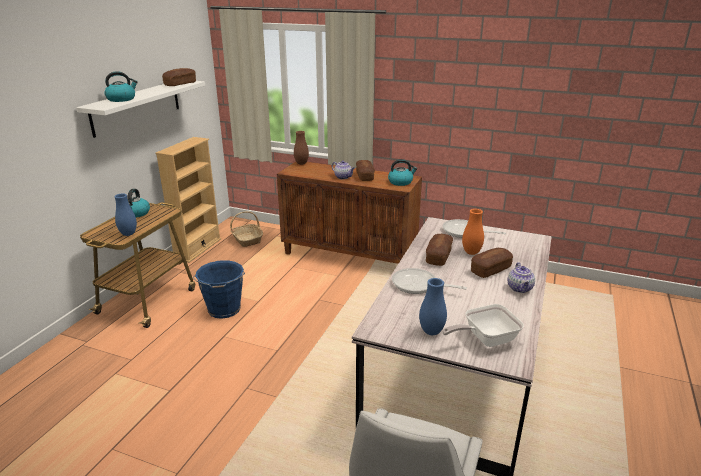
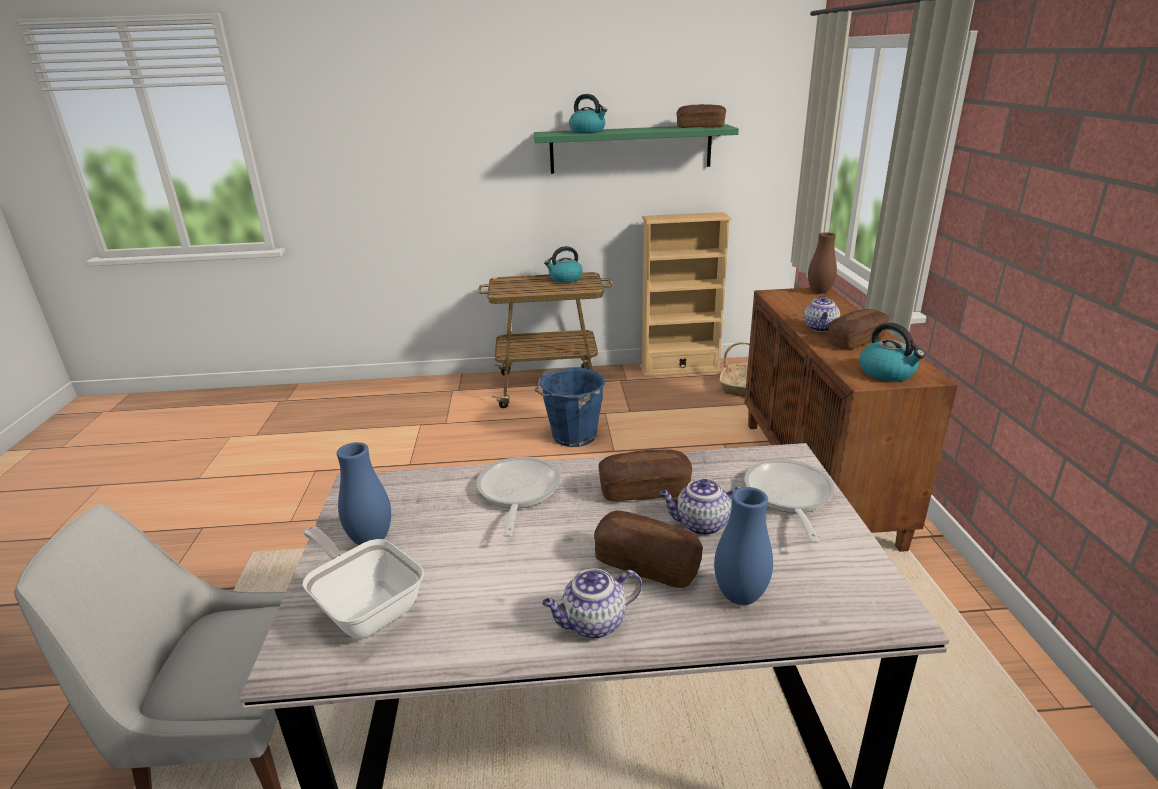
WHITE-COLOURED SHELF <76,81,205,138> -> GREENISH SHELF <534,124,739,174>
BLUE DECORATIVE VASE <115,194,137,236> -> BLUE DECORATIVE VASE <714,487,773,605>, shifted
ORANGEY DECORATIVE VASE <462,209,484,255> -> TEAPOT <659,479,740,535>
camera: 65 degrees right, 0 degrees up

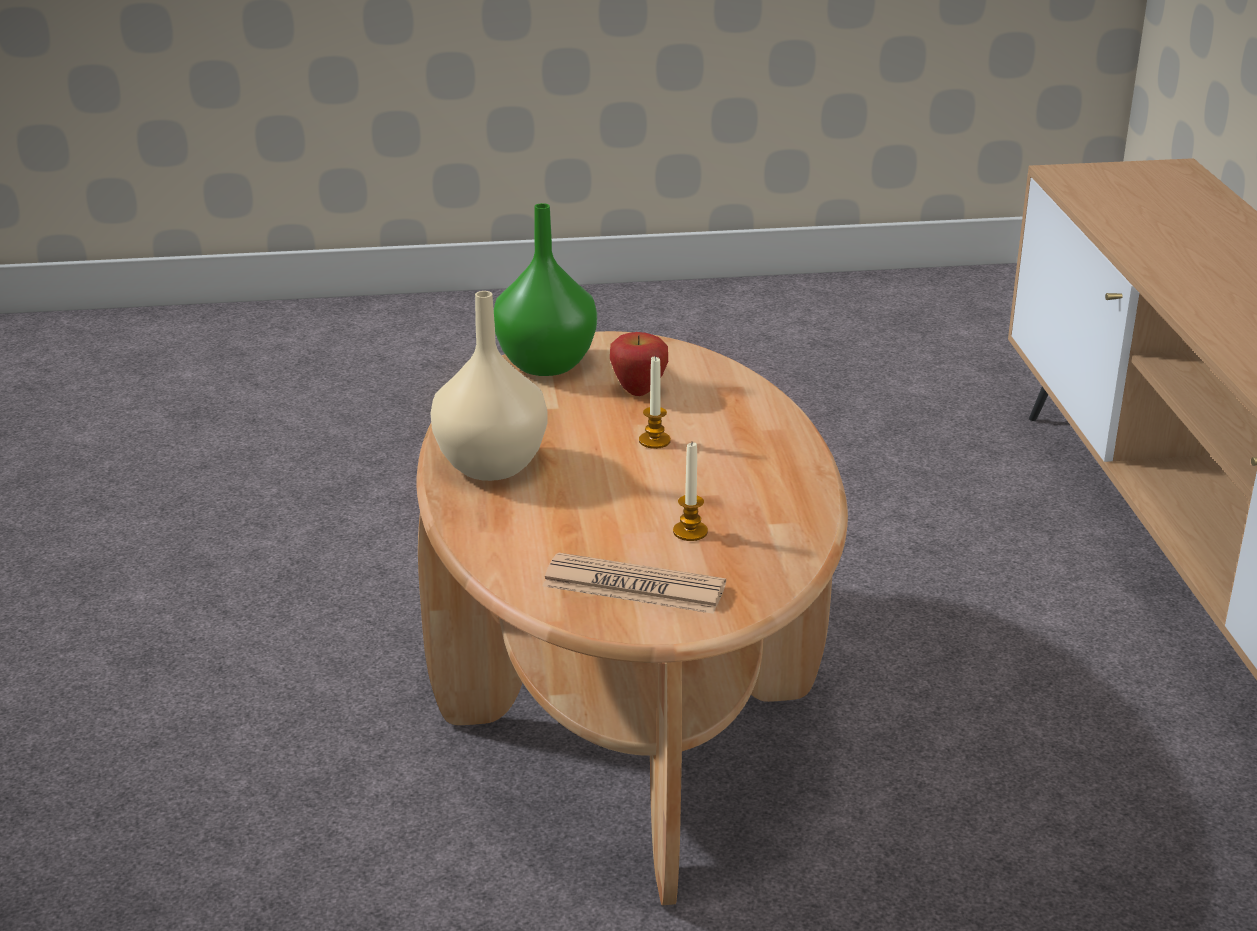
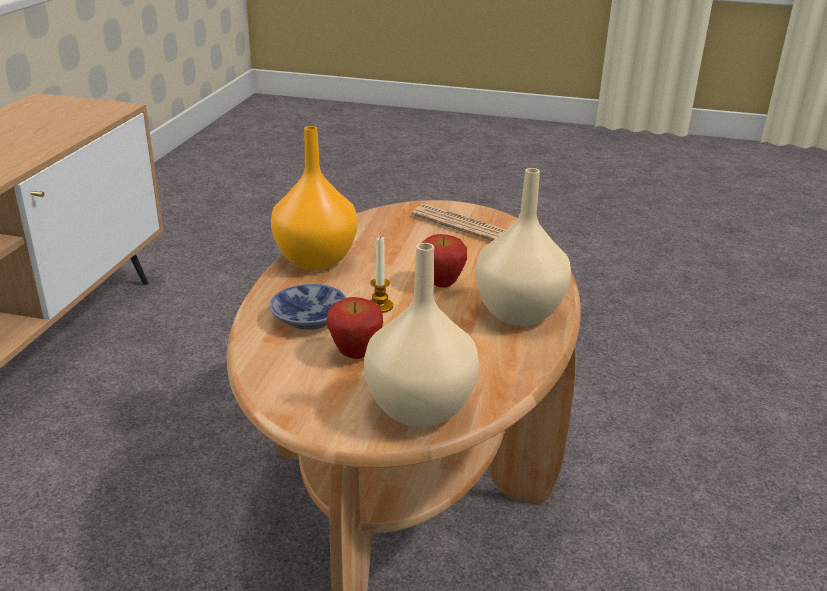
GREENISH DECORATIVE VASE <494,203,597,376> -> BEIGE DECORATIVE VASE <364,243,479,428>
CANDLE <673,443,708,541> -> none
none -> ORANGEY DECORATIVE VASE <271,126,358,270>
none -> WHOLE APPLE <422,234,467,288>
none -> DEEP DISH <269,284,346,330>
camera: 160 degrees left, 0 degrees up

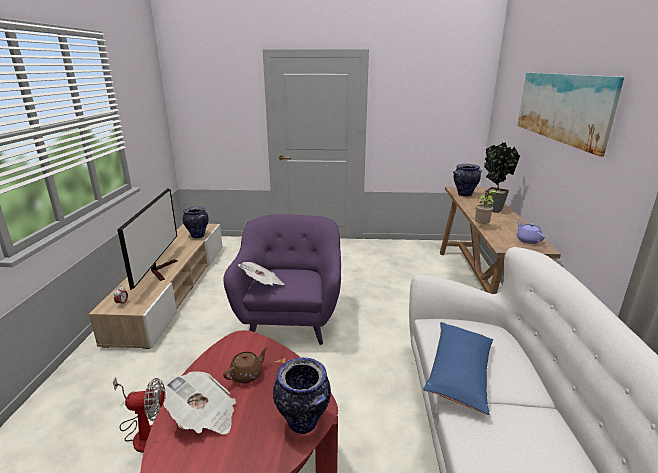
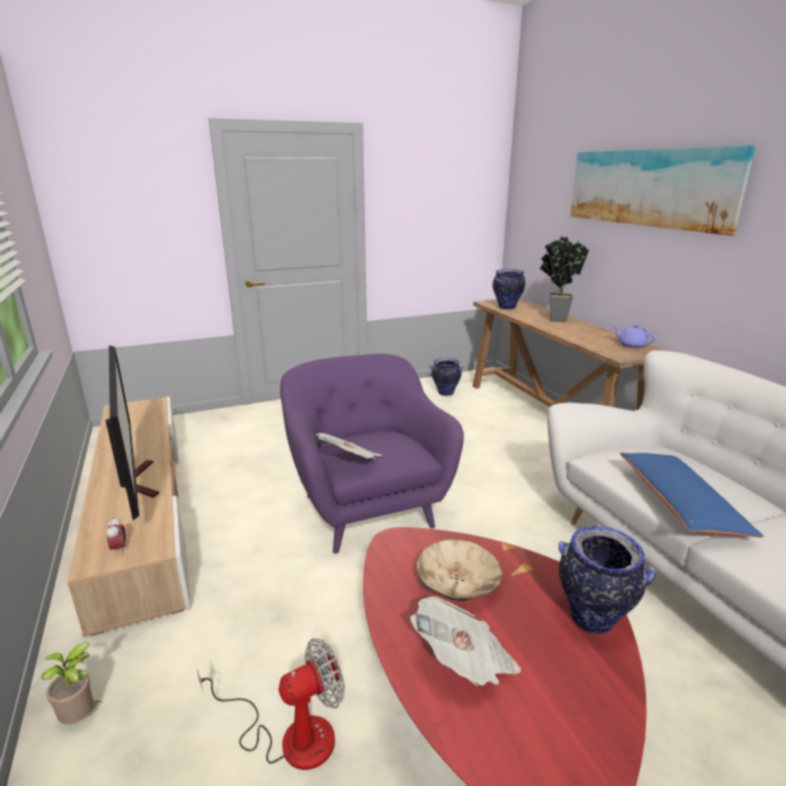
HOUSEPLANT <475,190,497,225> -> HOUSEPLANT <41,643,101,724>, shifted
DECORATIVE VASE <183,206,209,238> -> DECORATIVE VASE <430,357,463,396>, shifted
BROWN TEAPOT <223,347,268,383> -> BEIGE DEEP DISH <417,539,502,601>
camera: 25 degrees left, 0 degrees up

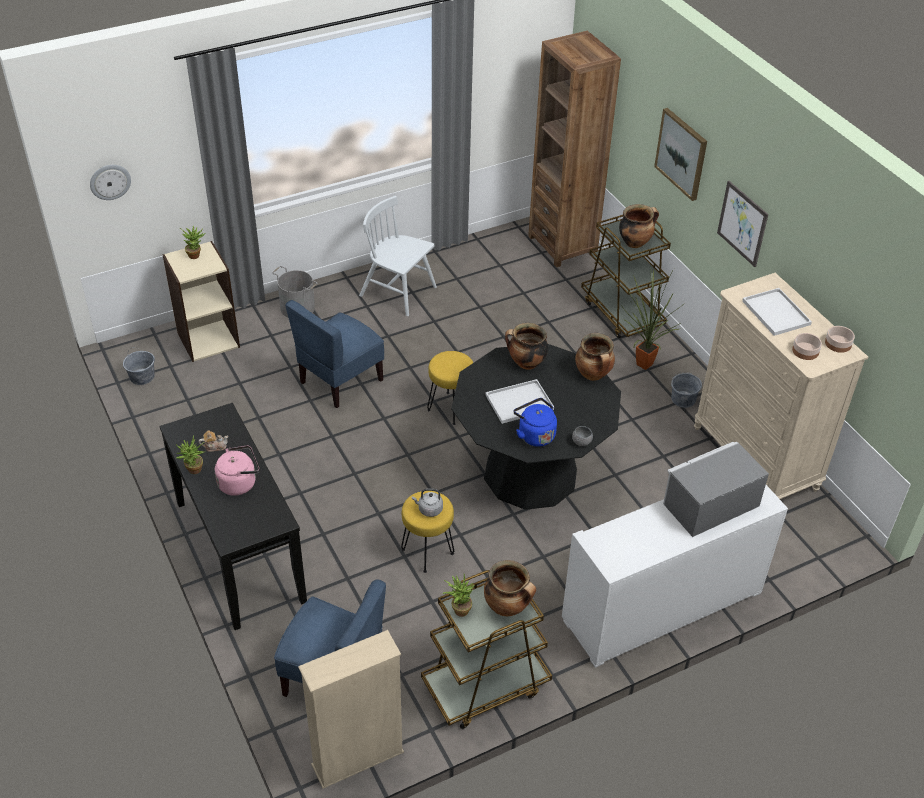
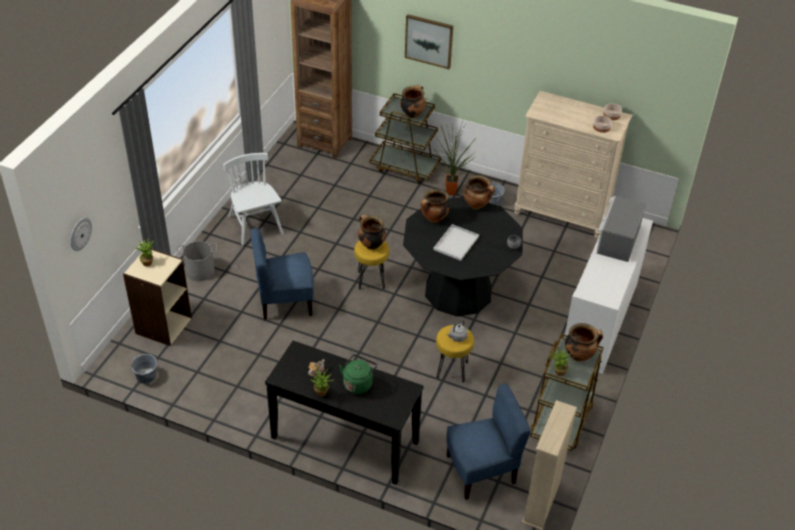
WALL ART <717,181,768,267> -> none
WHITE-COLOURED UPRIGHT CHAIR <359,196,437,316> -> WHITE-COLOURED UPRIGHT CHAIR <223,153,284,245>, 75 degrees clockwise
WHITE-COLOURED CARRYING TRAY <742,288,812,336> -> none
BLUE UPRIGHT CHAIR <285,300,384,408> -> BLUE UPRIGHT CHAIR <250,228,314,320>, 75 degrees clockwise
BLUE KETTLE <513,398,557,447> -> none
PINKISH KETTLE <215,446,259,496> -> GREENISH KETTLE <339,354,377,394>
none -> STOCKPOT <358,215,386,250>
camera: 40 degrees left, 0 degrees up

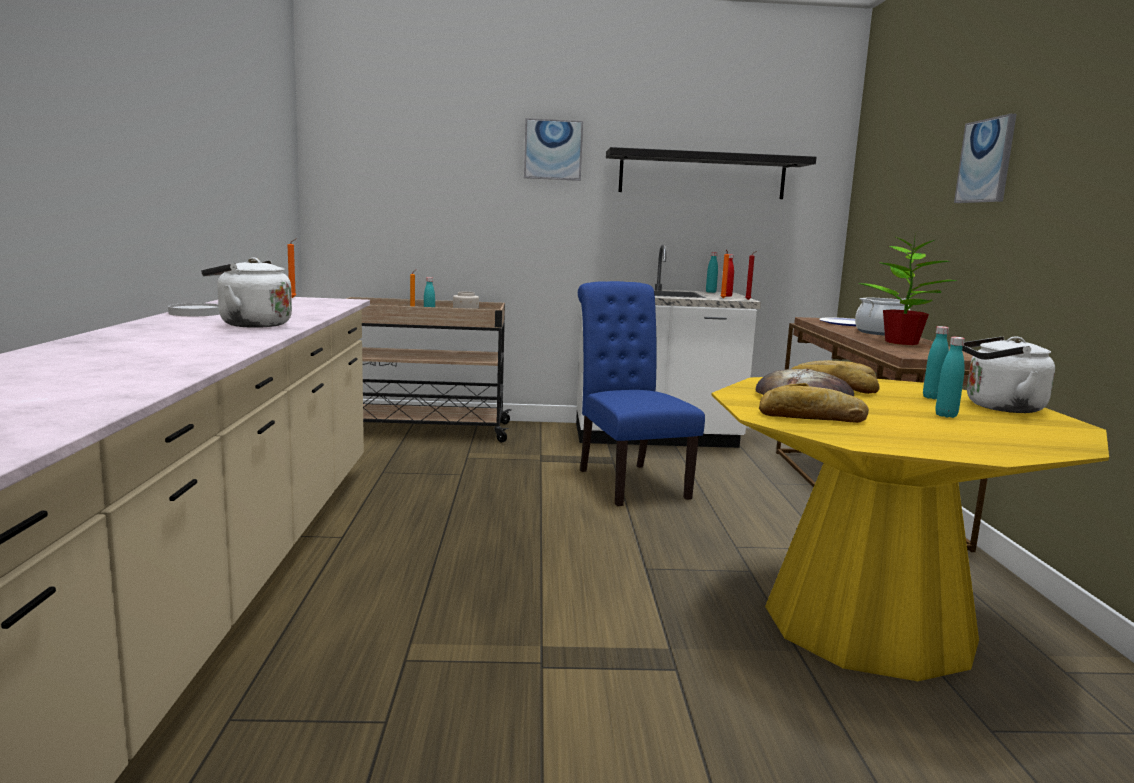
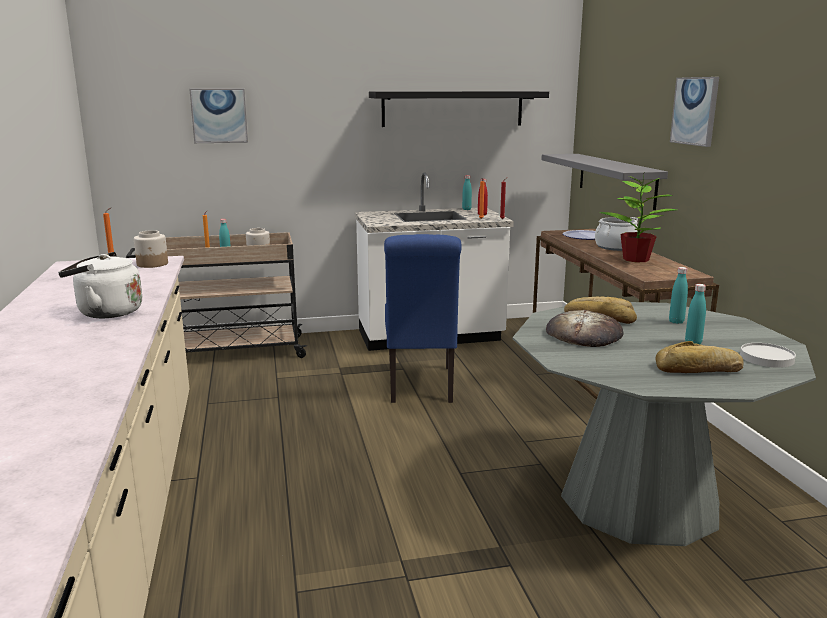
WALL ART <524,118,583,181> -> WALL ART <189,89,248,143>, shifted
BLUE UPRIGHT CHAIR <578,281,705,506> -> BLUE UPRIGHT CHAIR <384,234,462,403>, 150 degrees counterclockwise
WHITE-COLOURED FLAT DISH <168,303,220,316> -> WHITE-COLOURED FLAT DISH <740,343,796,368>, shifted
WHITE-COLOURED KETTLE <962,336,1055,413> -> none
YELLOW-COLOURED DINNER TABLE <712,377,1109,681> -> GRAY DINNER TABLE <513,302,816,546>
BREAD <759,383,869,423> -> BREAD <655,341,743,373>, shifted
none -> GRAY SHELF <541,154,668,210>
none -> PRESERVE JAR <134,230,168,268>
camera: 10 degrees left, 5 degrees up

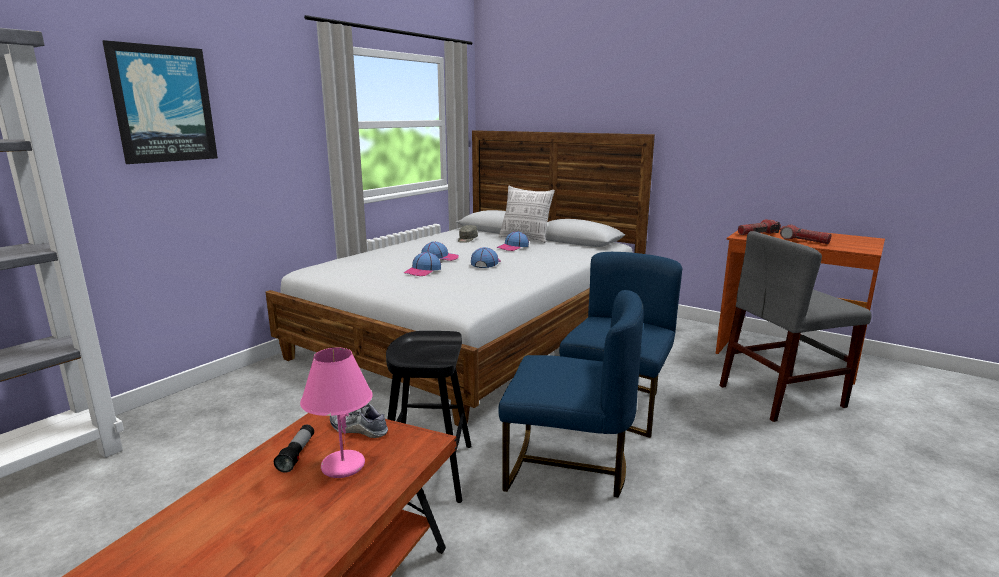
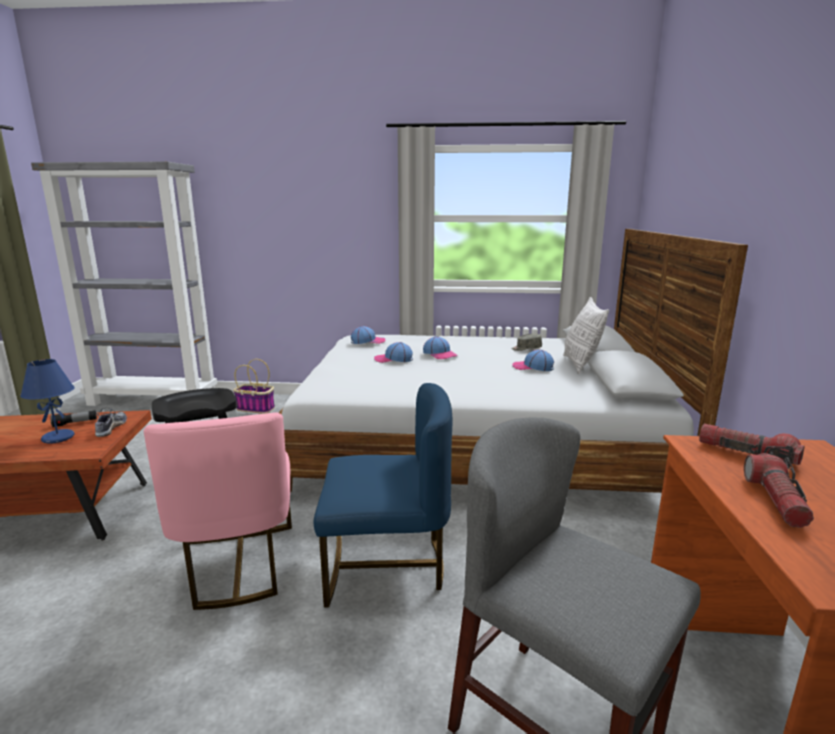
WALL ART <103,40,218,164> -> none
BASEBALL CAP <471,247,501,268> -> BASEBALL CAP <351,326,386,344>, shifted
BLUE UPRIGHT CHAIR <498,290,644,497> -> PINKISH UPRIGHT CHAIR <144,412,292,610>
PINKISH TABLE LAMP <300,348,373,478> -> BLUE TABLE LAMP <20,359,75,444>
none -> HOUSEHOLD BASKET <233,359,275,414>
camera: 60 degrees right, 0 degrees up

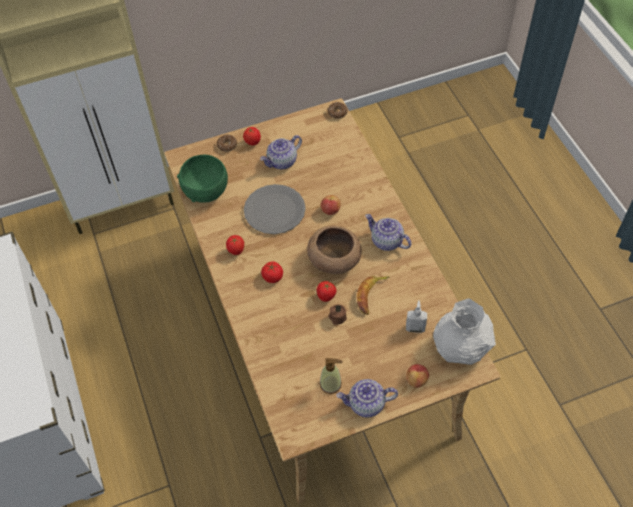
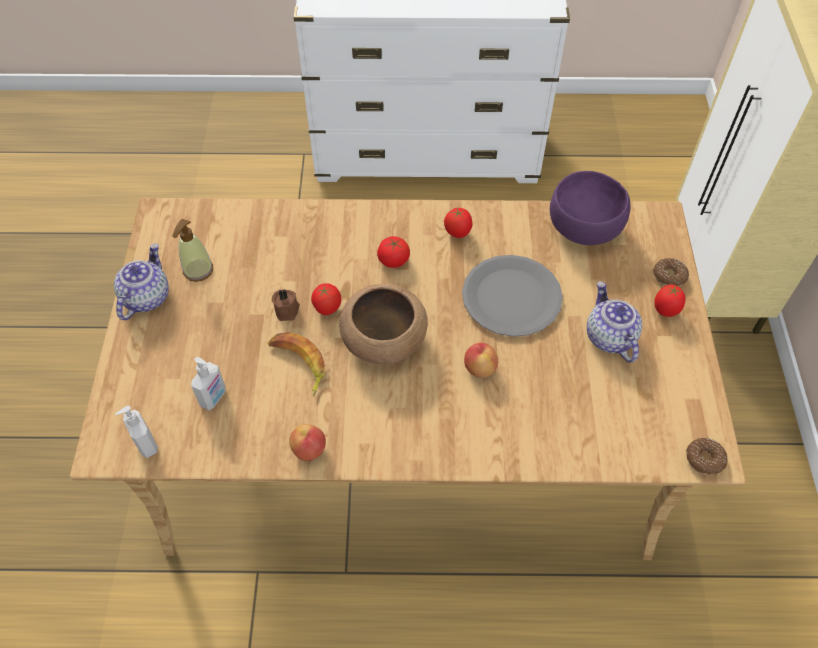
GREENISH DEEP DISH <177,155,228,203> -> PURPLE-COLOURED DEEP DISH <550,171,630,245>
TEAPOT <365,214,411,251> -> none
WHITE-COLOURED DECORATIVE VASE <433,298,496,365> -> SOAP BOTTLE <115,406,158,458>
WHOLE APPLE <406,364,429,388> -> WHOLE APPLE <289,424,326,461>, shifted
camera: 110 degrees right, 0 degrees up

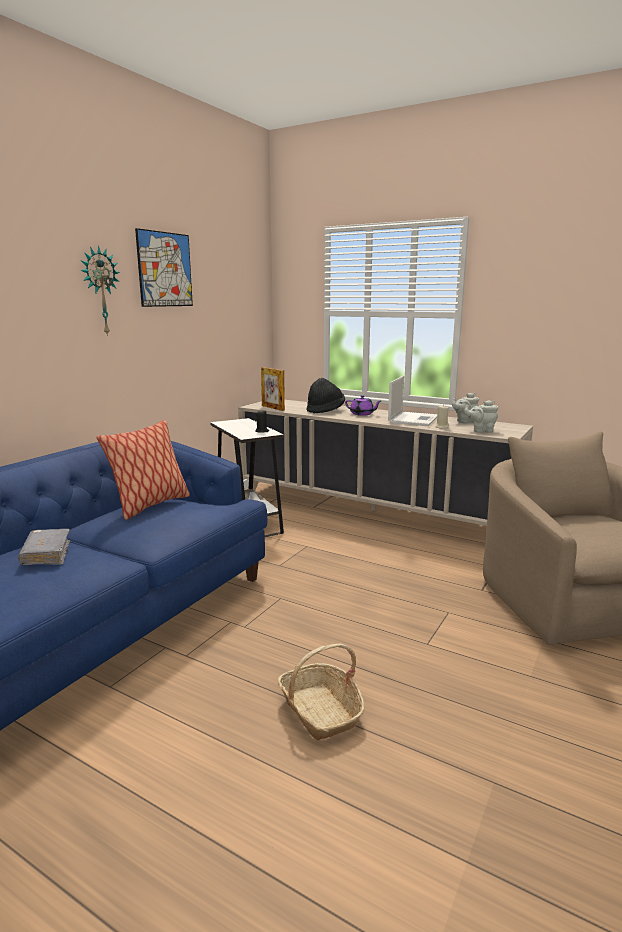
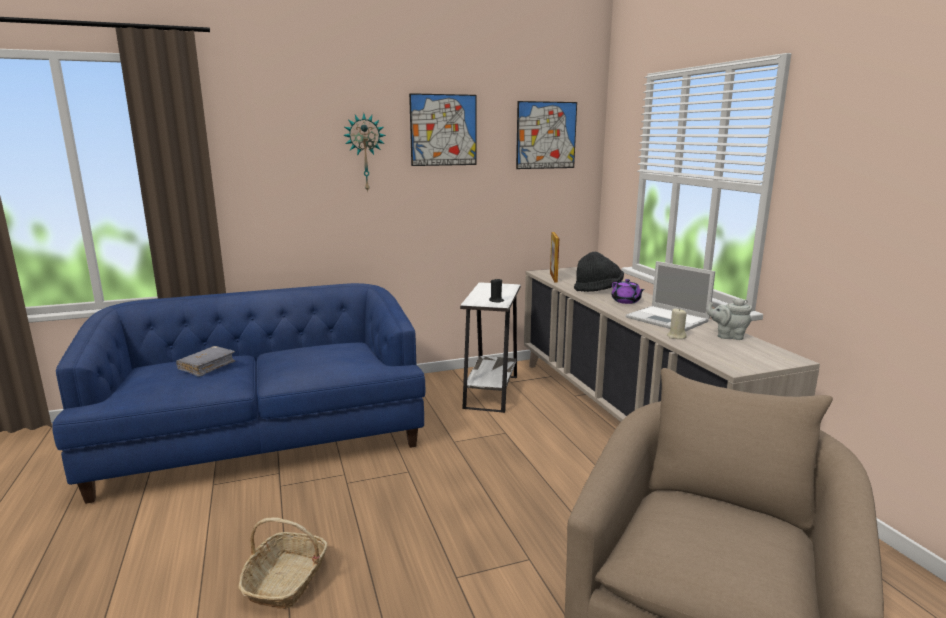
LAPTOP <388,376,437,426> -> LAPTOP <626,261,715,332>, 75 degrees clockwise
GRAY TEAPOT <464,400,498,433> -> none
THROW PILLOW <97,420,190,520> -> none
none -> WALL ART <516,101,577,169>
camera: 40 degrees right, 0 degrees up

